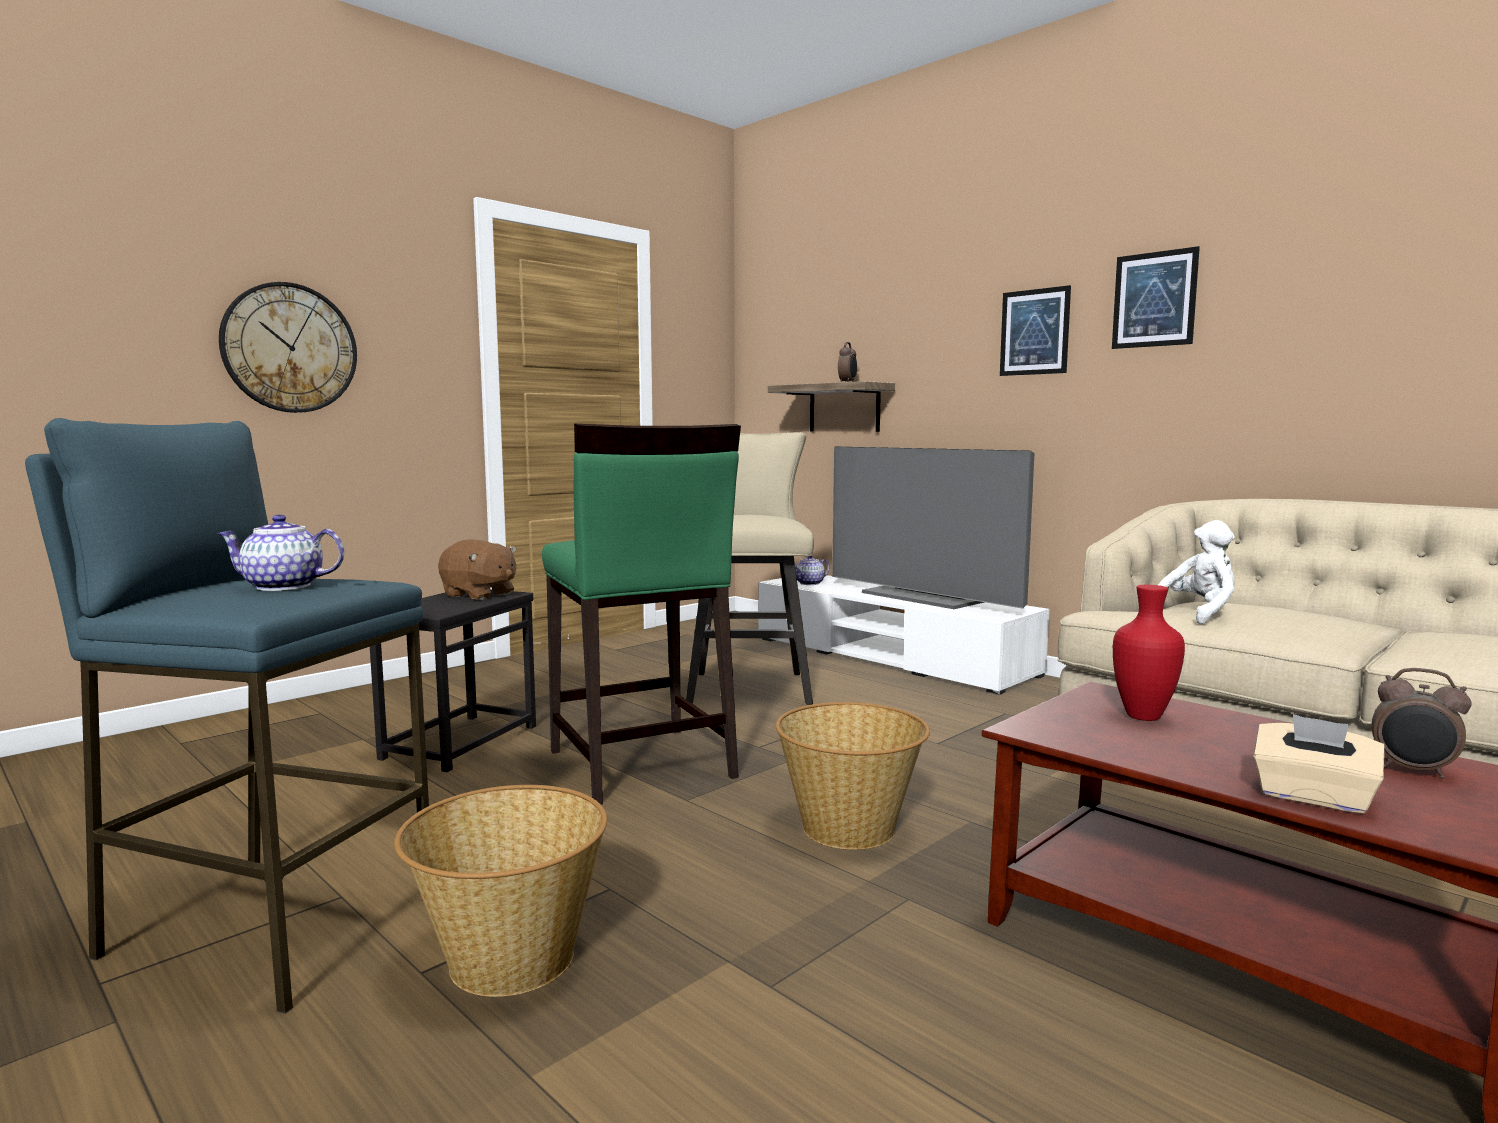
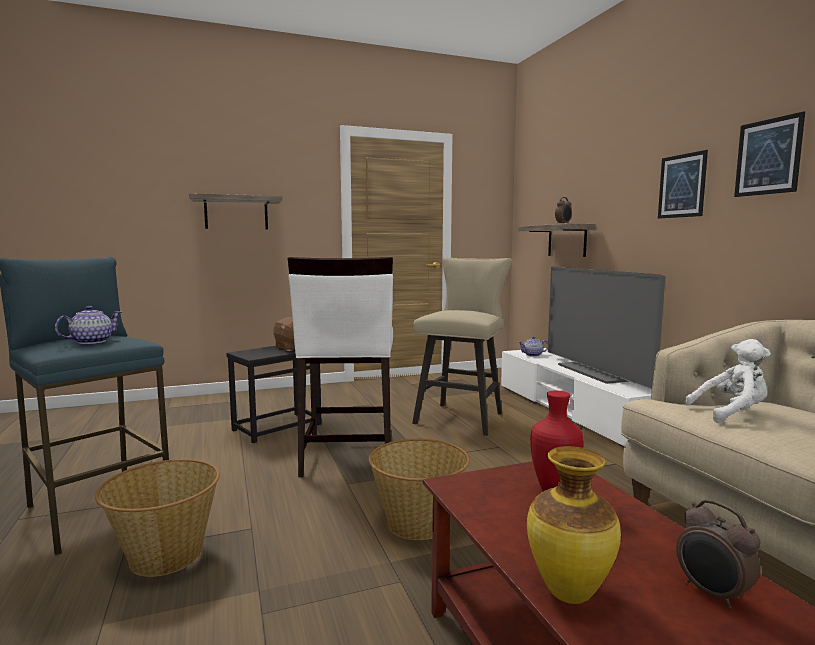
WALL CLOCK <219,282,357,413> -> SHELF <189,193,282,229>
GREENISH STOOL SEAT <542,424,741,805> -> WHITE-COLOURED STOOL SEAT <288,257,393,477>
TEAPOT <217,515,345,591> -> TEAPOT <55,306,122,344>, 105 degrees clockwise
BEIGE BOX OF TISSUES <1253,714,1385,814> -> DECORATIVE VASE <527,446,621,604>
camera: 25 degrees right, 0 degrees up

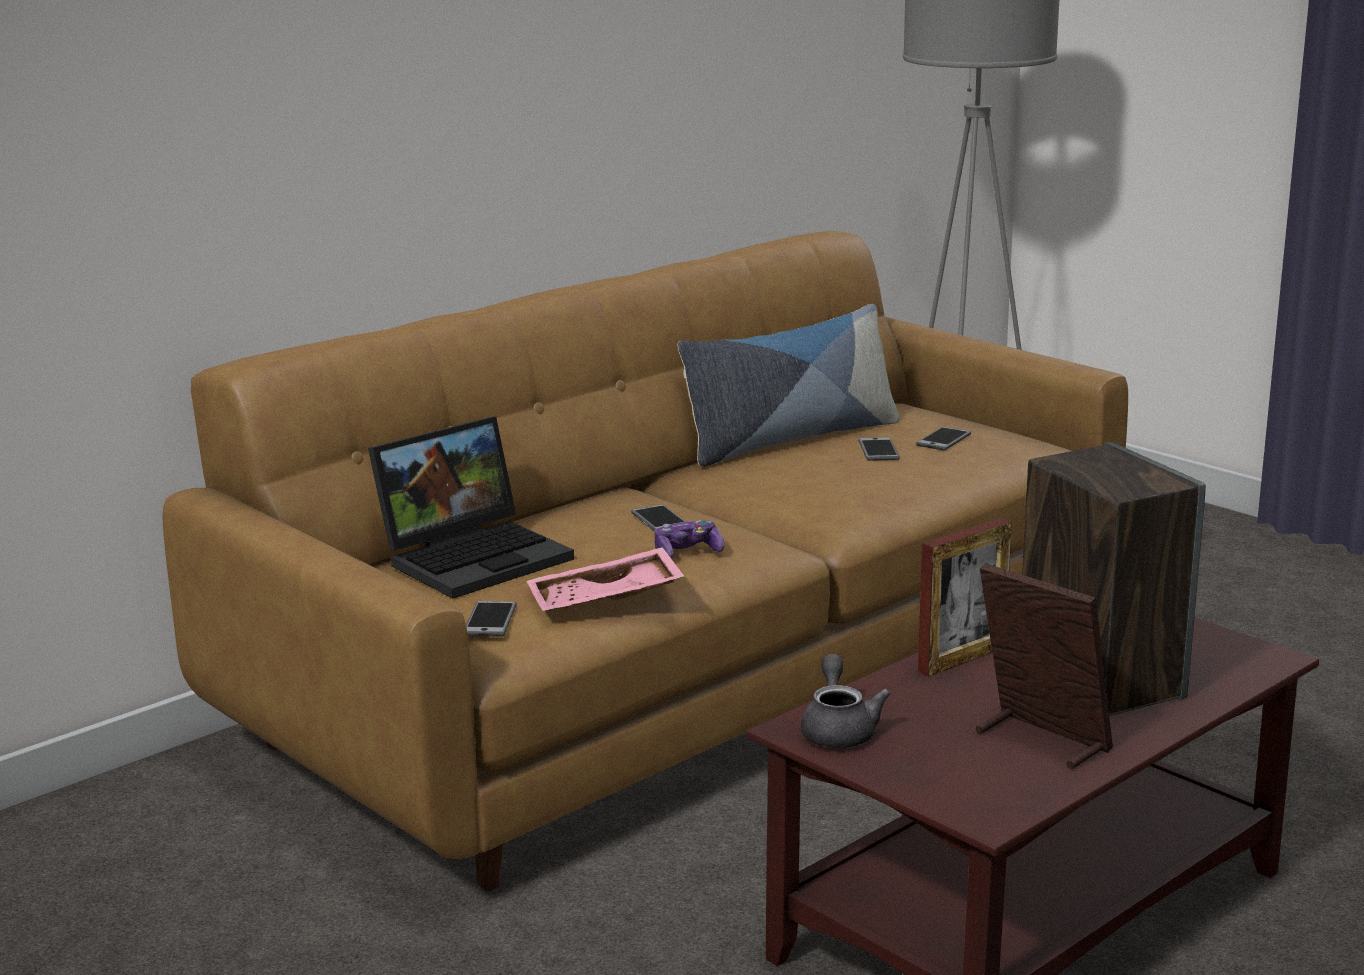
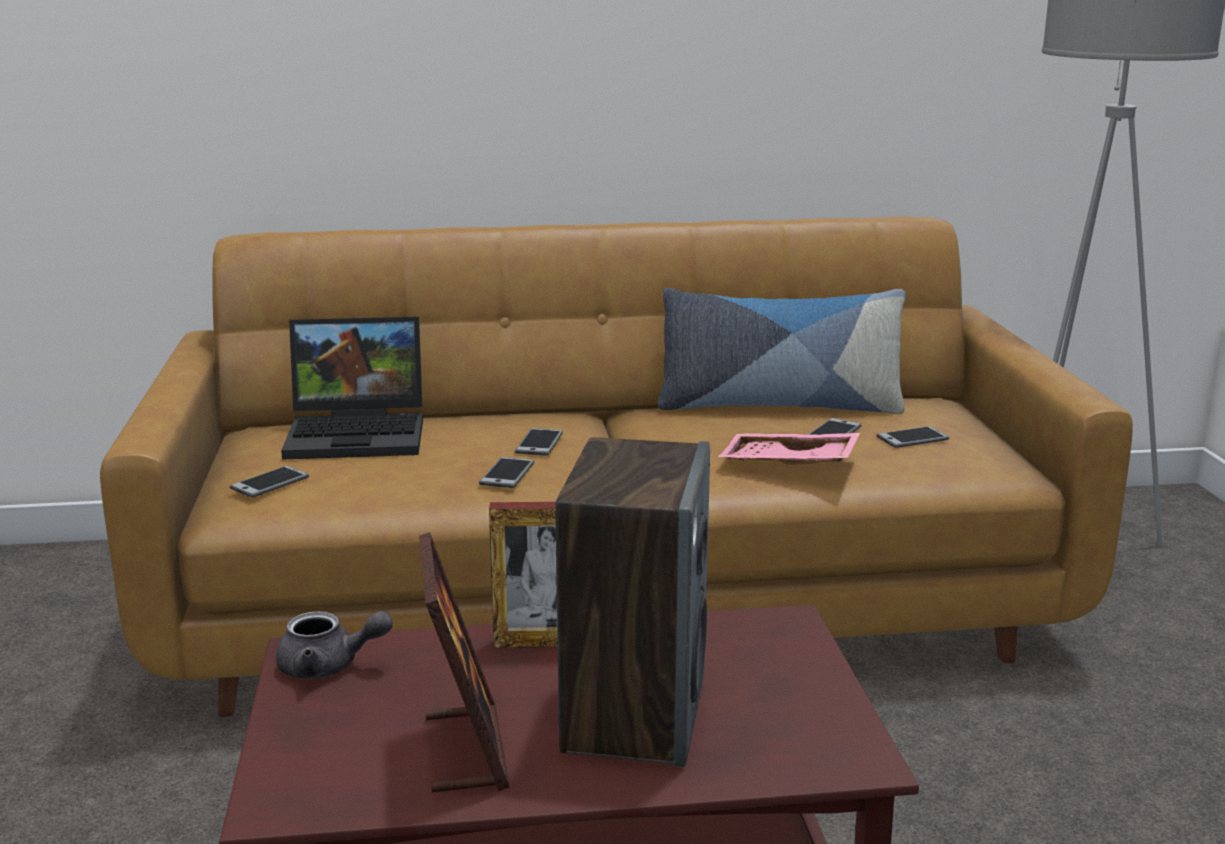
GAMEPAD <655,521,725,559> -> TELEPHONE <479,457,534,488>
PINKISH CARRYING TRAY <526,547,685,611> -> PINKISH CARRYING TRAY <718,433,860,465>, shifted
GRAY TEAPOT <800,654,891,748> -> GRAY TEAPOT <276,611,393,679>, 60 degrees clockwise
camera: 35 degrees right, 0 degrees up

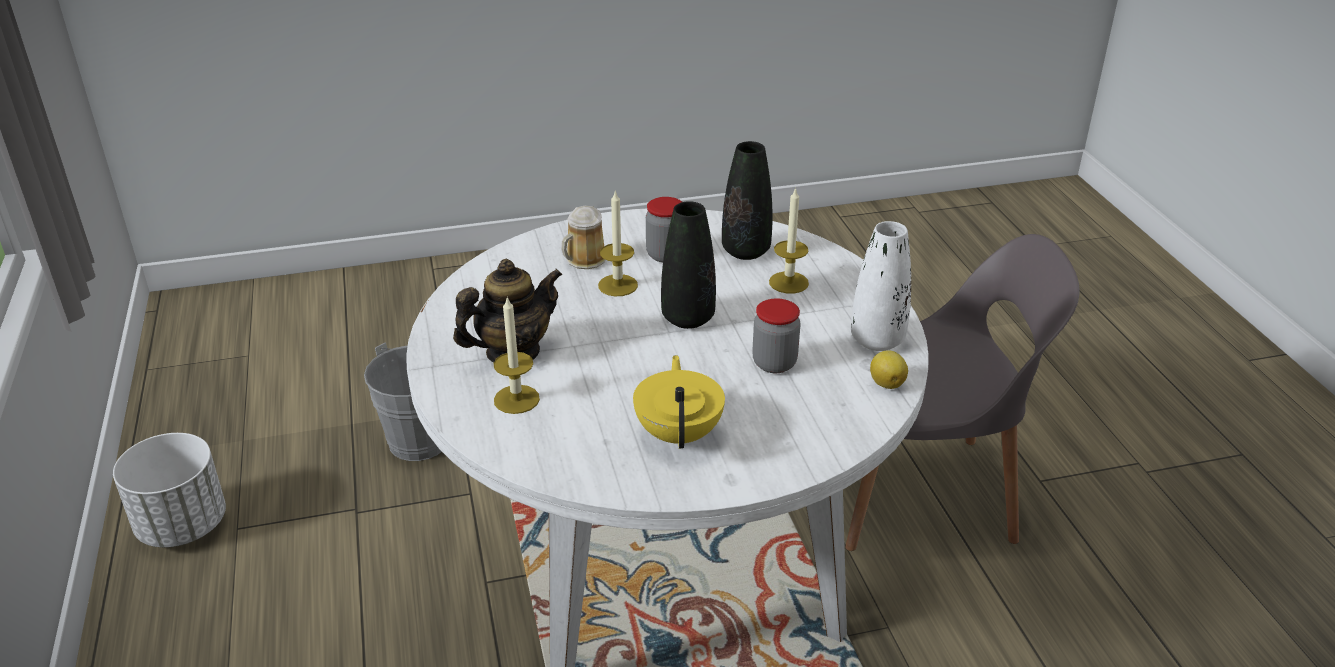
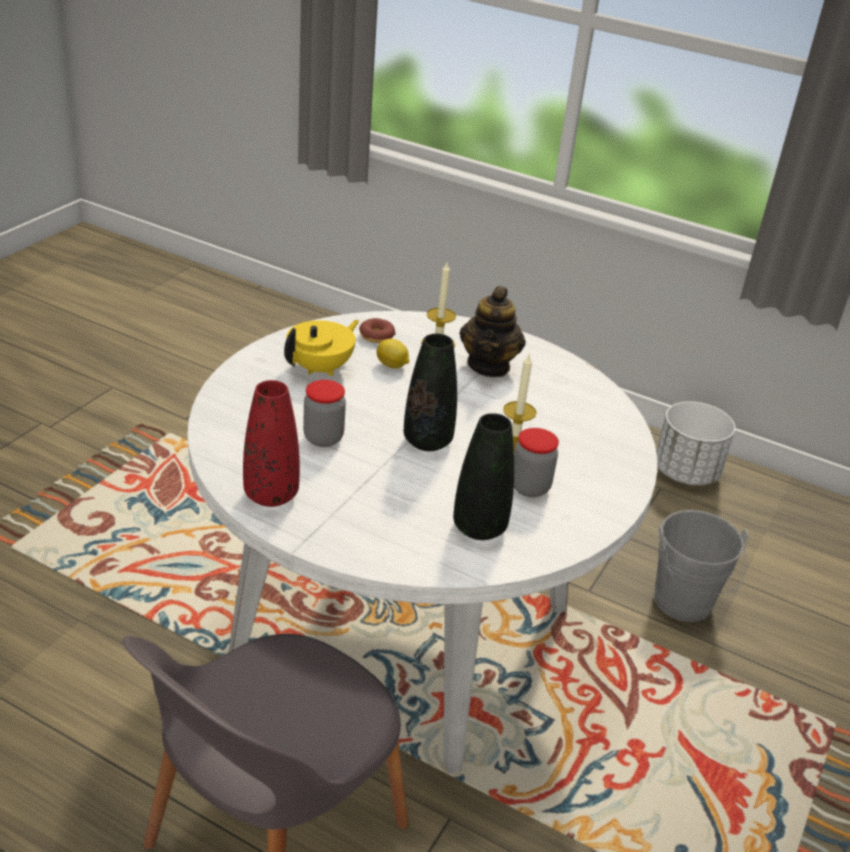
CANDLE <769,187,809,293> -> none
COFFEE MUG <561,206,605,269> -> none
WHITE-COLOURED DECORATIVE VASE <851,221,911,351> -> RED DECORATIVE VASE <243,380,300,507>
CITRUS FRUIT <870,351,908,389> -> CITRUS FRUIT <377,339,409,369>, shifted
YELLOW-COLOURED TEAPOT <633,355,725,449> -> YELLOW-COLOURED TEAPOT <284,320,359,376>, 90 degrees counterclockwise
none -> DONUT <359,318,396,343>
camera: 130 degrees right, 0 degrees up

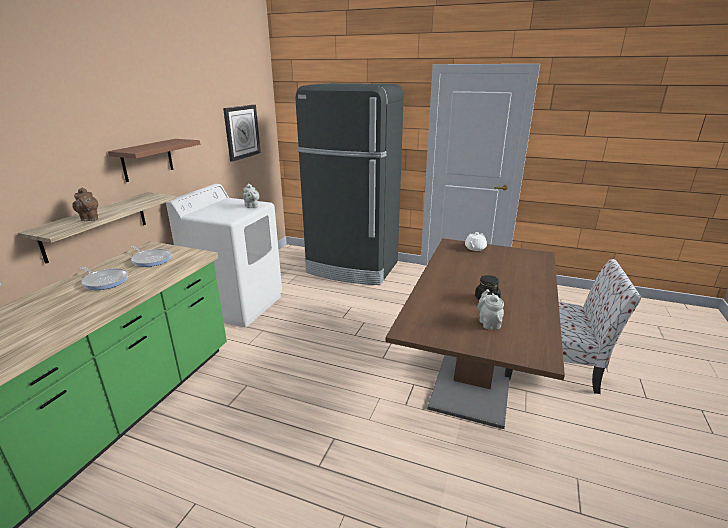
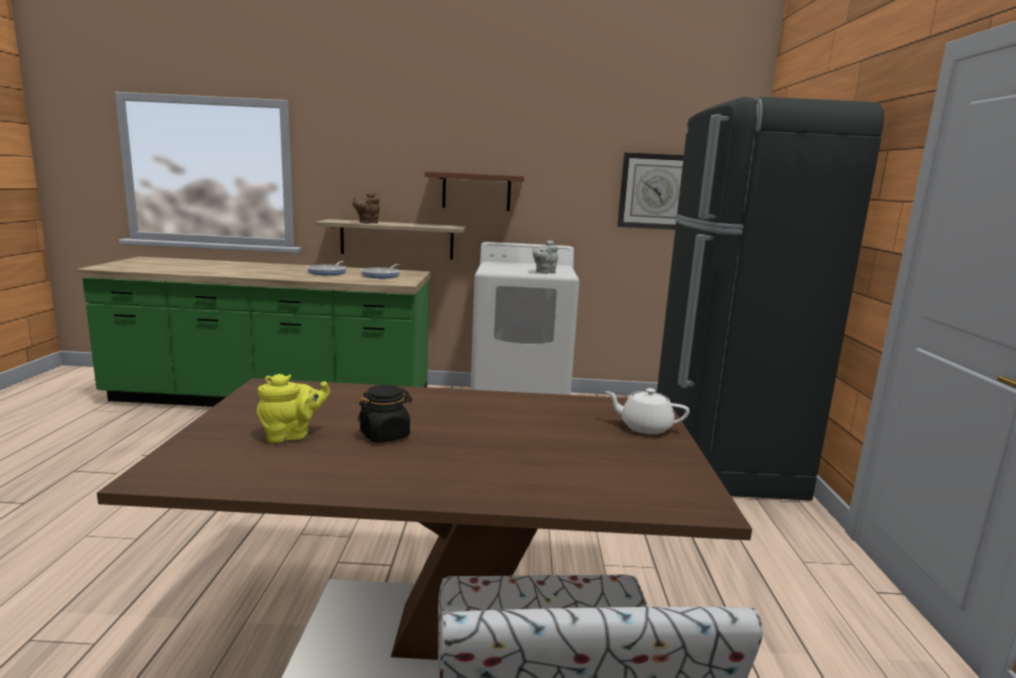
GRAY TEAPOT <477,289,504,329> -> YELLOW-COLOURED TEAPOT <257,374,330,443>
camera: 70 degrees right, 10 degrees down

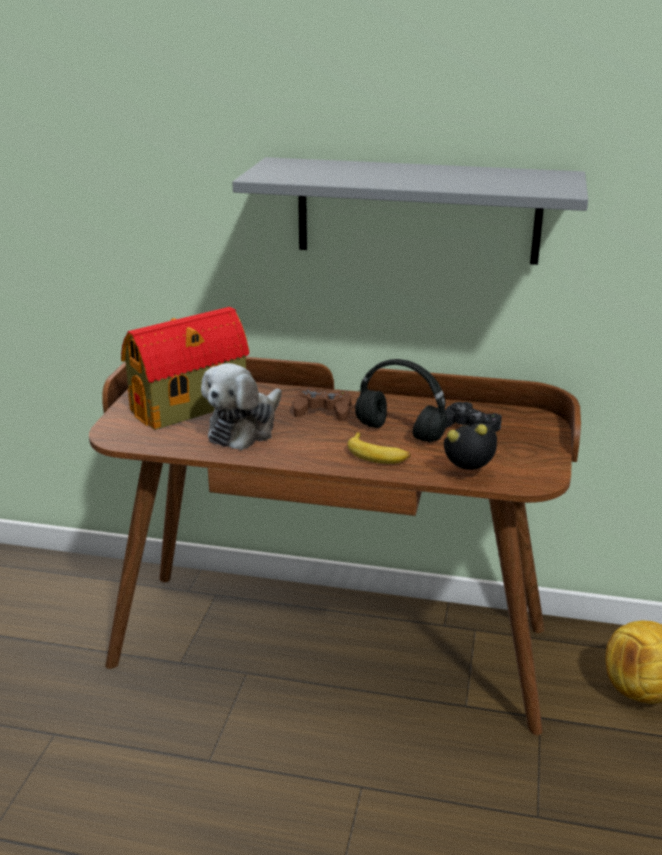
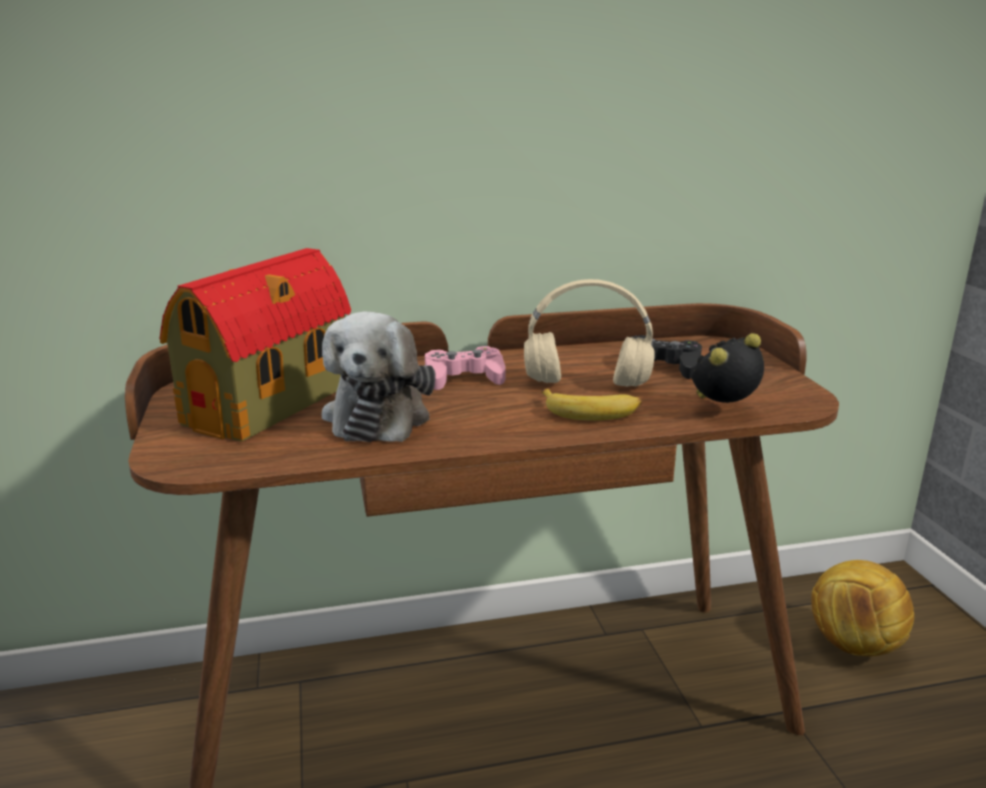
GRAY SHELF <232,157,588,265> -> none
BLACK PAIR OF HEADPHONES <355,359,448,442> -> BEIGE PAIR OF HEADPHONES <524,279,654,387>
BROWN GAMEPAD <294,387,351,422> -> PINKISH GAMEPAD <425,346,506,390>
camera: 25 degrees left, 5 degrees down

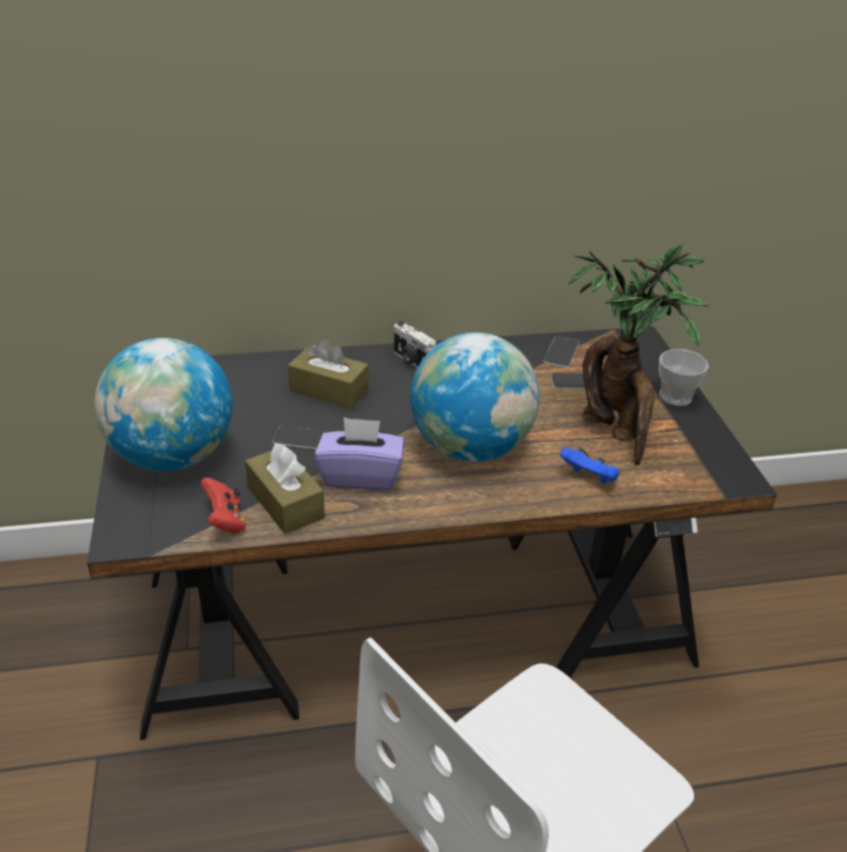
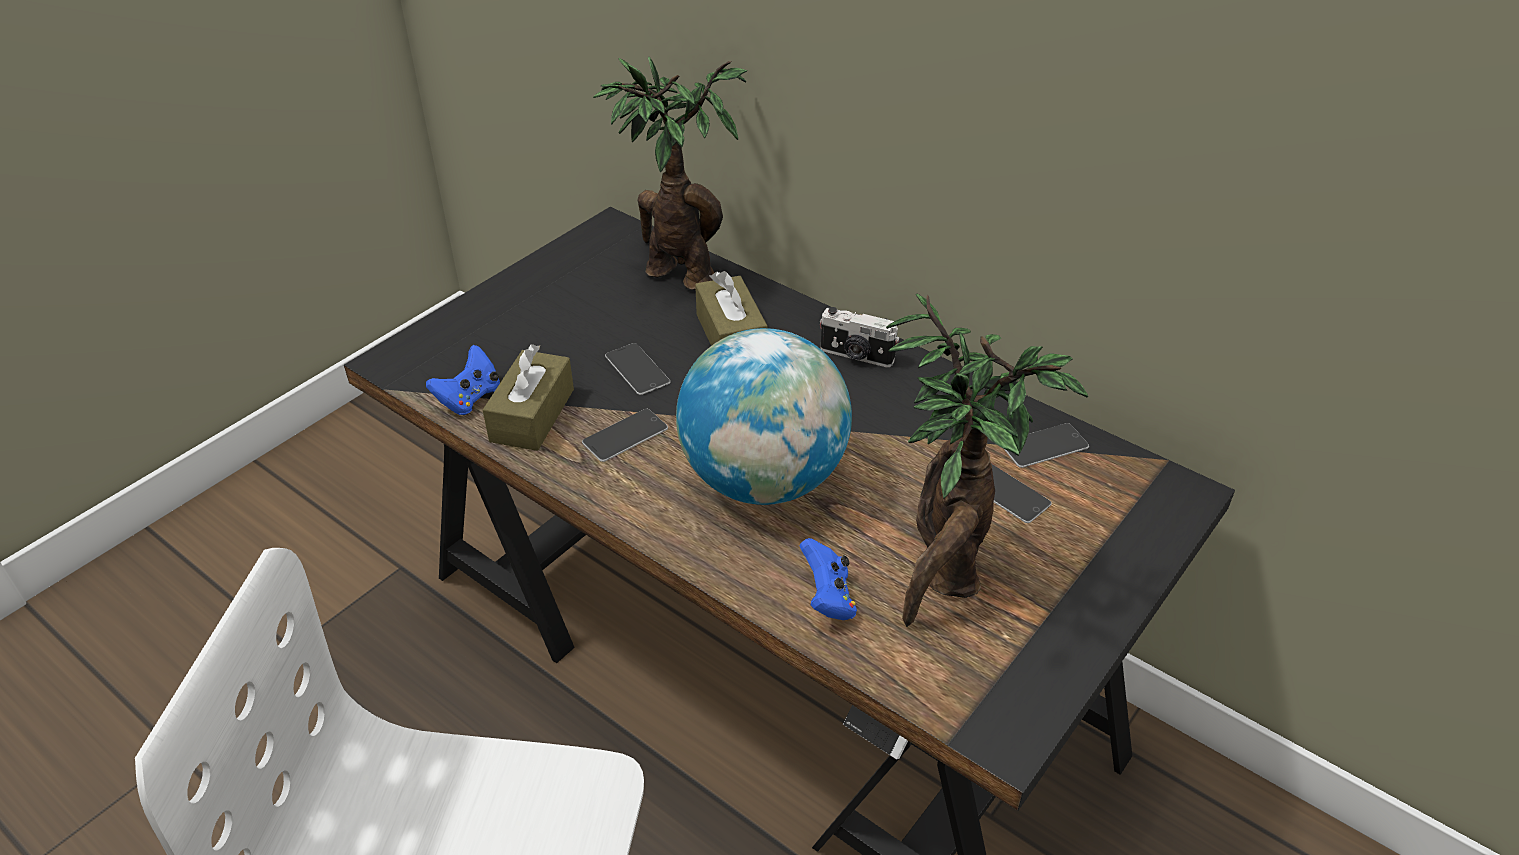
PHOTO CAMERA <394,321,437,368> -> PHOTO CAMERA <820,307,899,368>, 75 degrees counterclockwise
WORLD GLOBE <95,338,233,471> -> none
DRINKING CUP <659,349,709,406> -> none
PURPLE-COLOURED BOX OF TISSUES <315,417,404,491> -> TELEPHONE <582,409,668,462>
RED GAMEPAD <201,477,245,534> -> BLUE GAMEPAD <426,345,500,415>
none -> HOUSEPLANT <593,57,747,290>
camera: 50 degrees right, 5 degrees up

